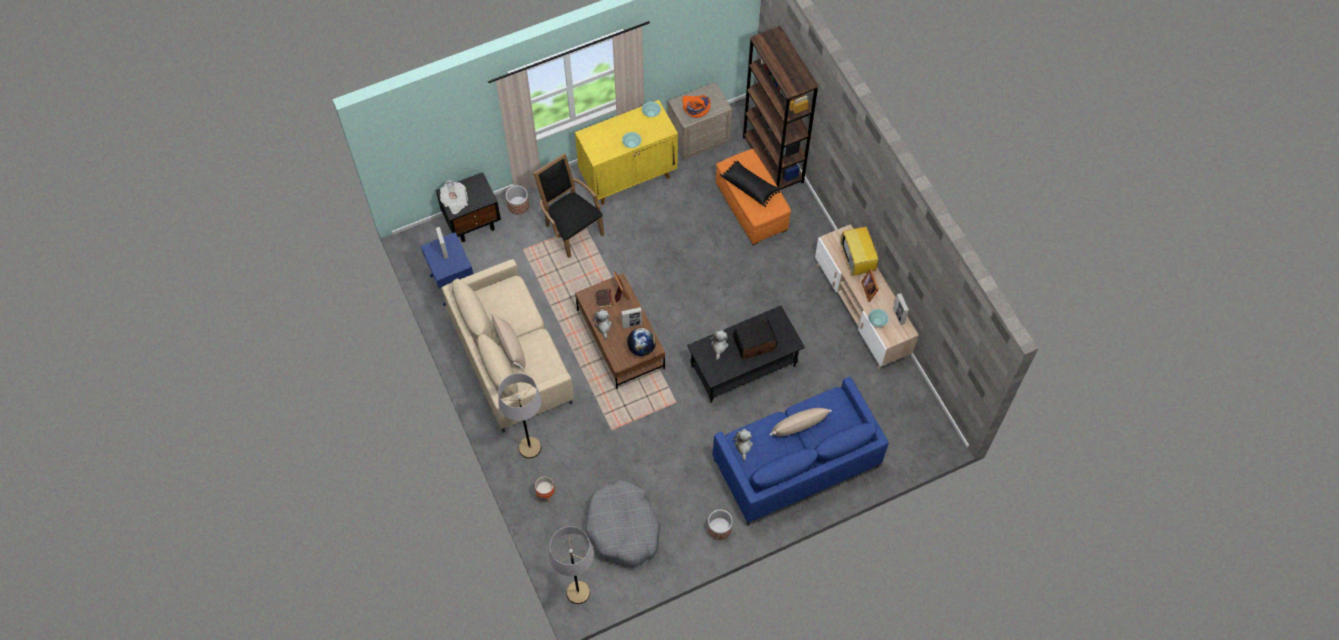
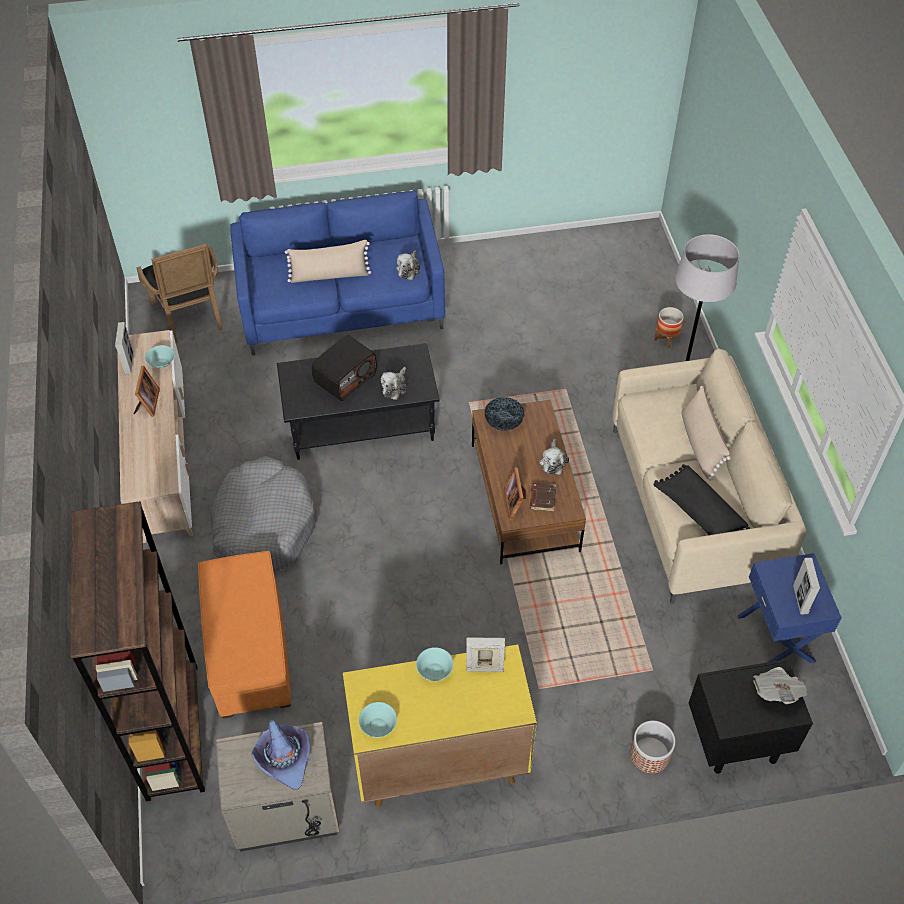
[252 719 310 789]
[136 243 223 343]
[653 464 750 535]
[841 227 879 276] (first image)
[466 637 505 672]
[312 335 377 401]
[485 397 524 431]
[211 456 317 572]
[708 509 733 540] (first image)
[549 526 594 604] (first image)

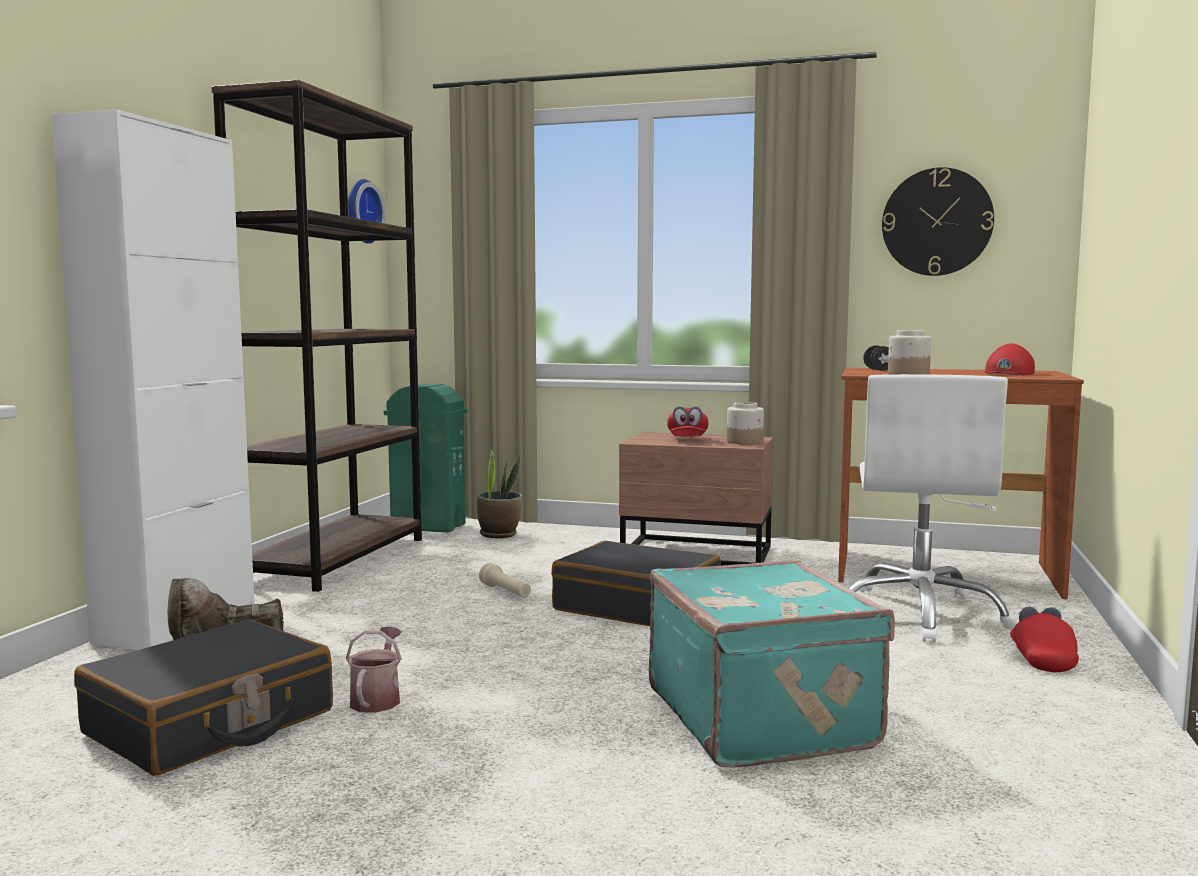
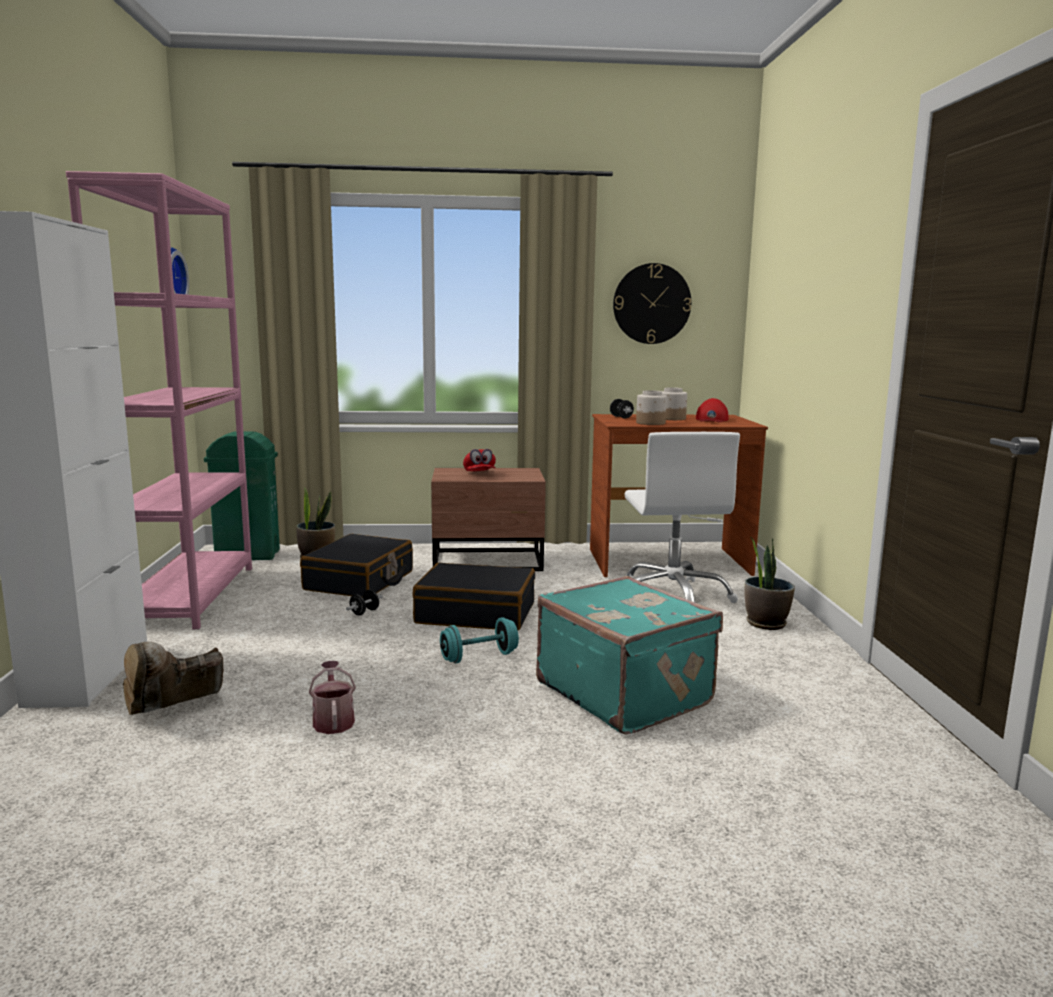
[66 171 252 629]
[662 387 687 420]
[346 589 383 615]
[744 537 795 630]
[300 534 413 597]
[440 617 519 663]

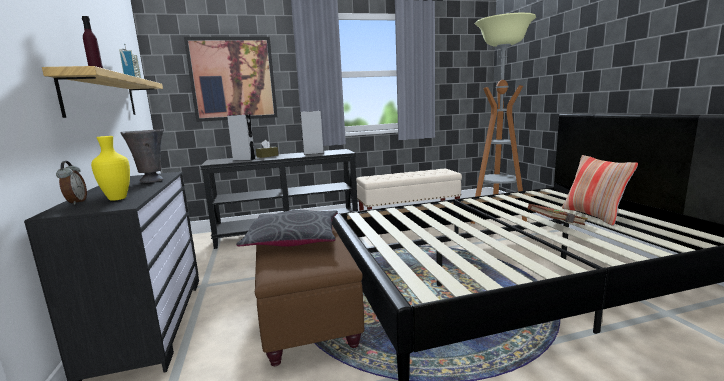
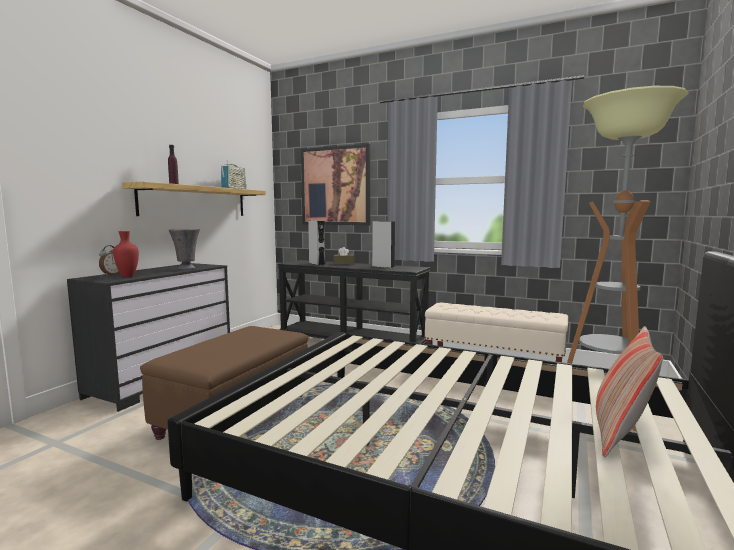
[113 231 139 277]
[528 204 588 225] (first image)
[236 210 338 247] (first image)

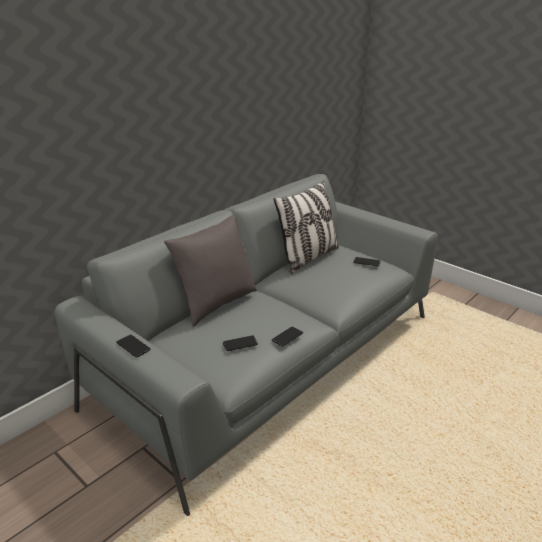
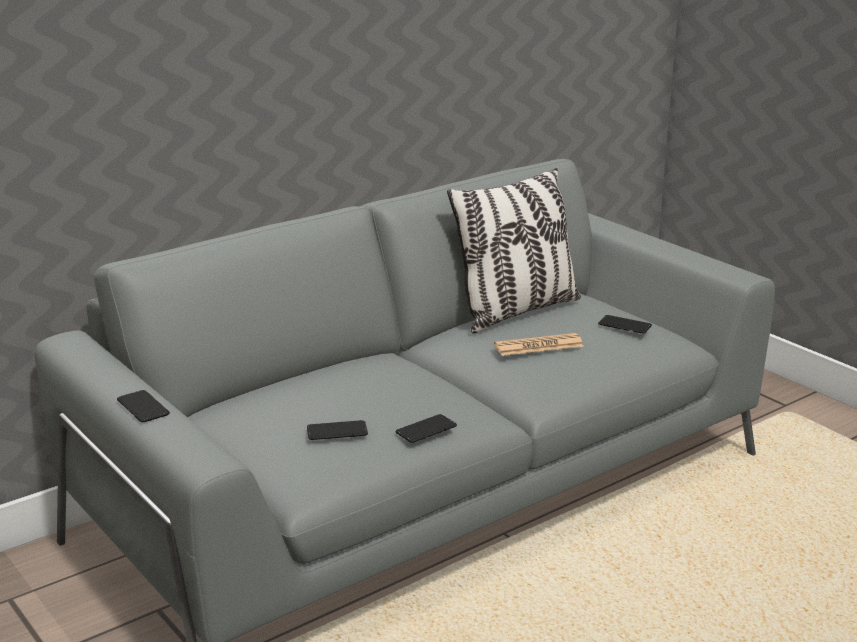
[164 215 257 327] (first image)
[494 333 584 356]

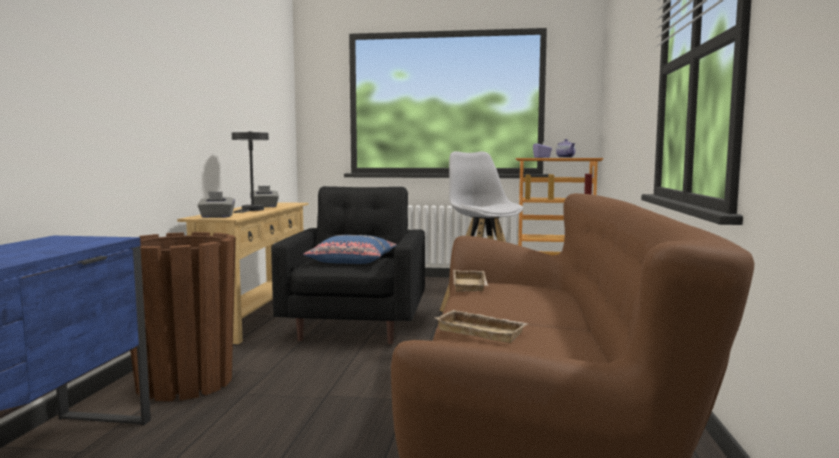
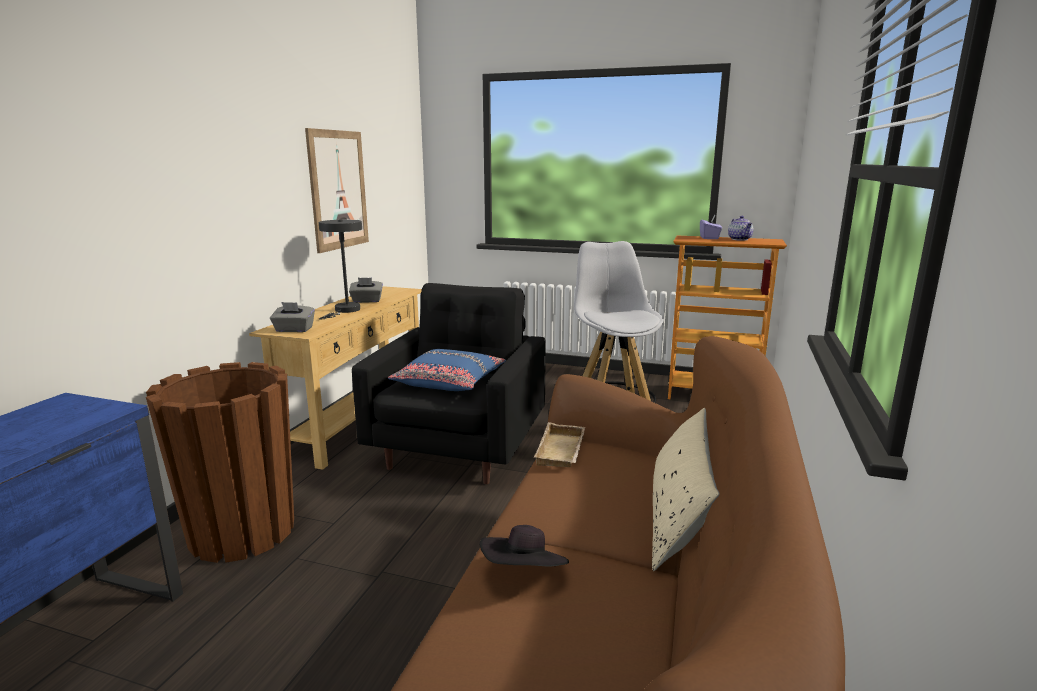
[479 525 569 567]
[305 128 369 253]
[652 408 720 571]

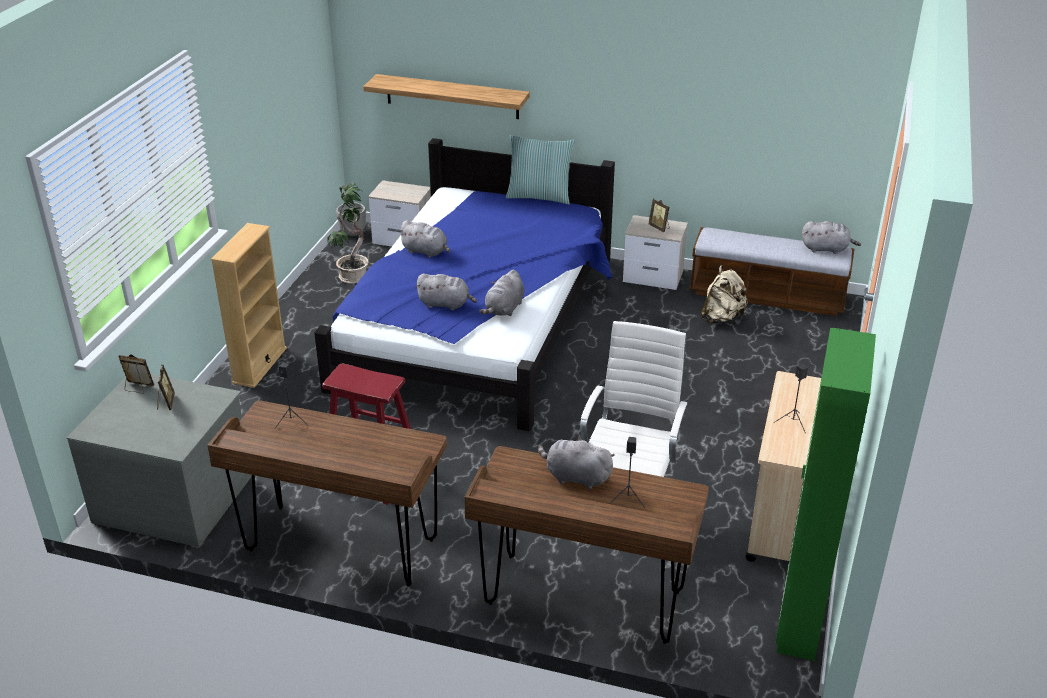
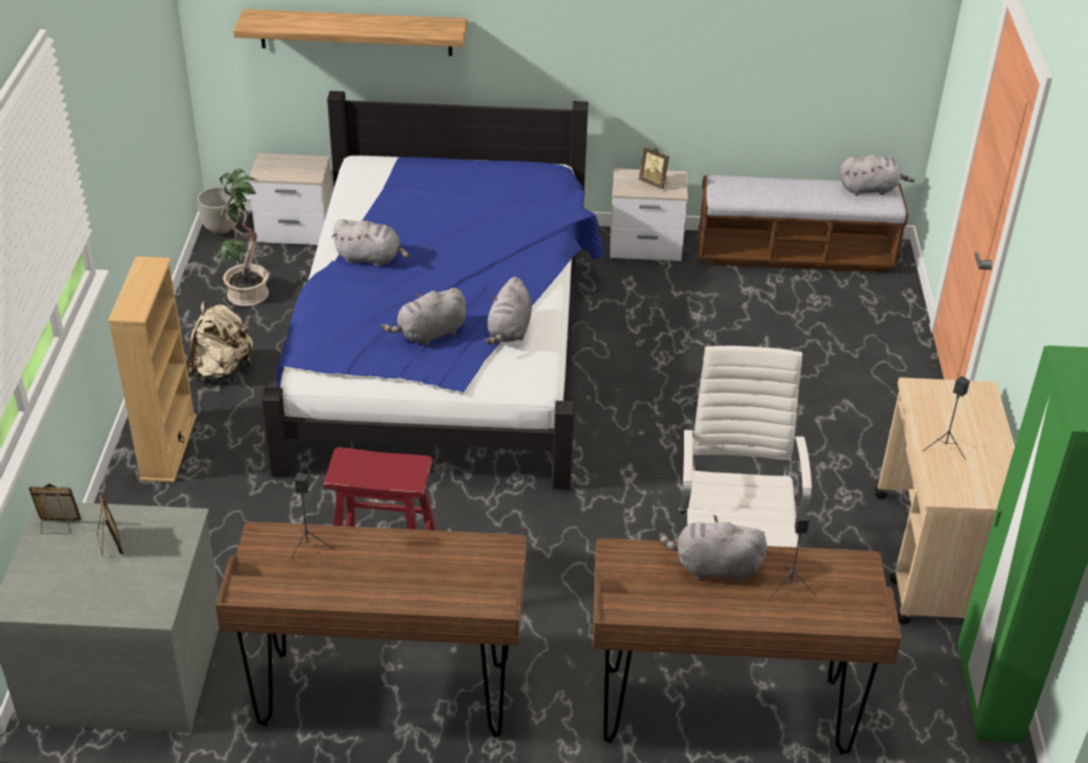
[506 135 575 205] (first image)
[187 302 253 382]
[381 288 466 346]

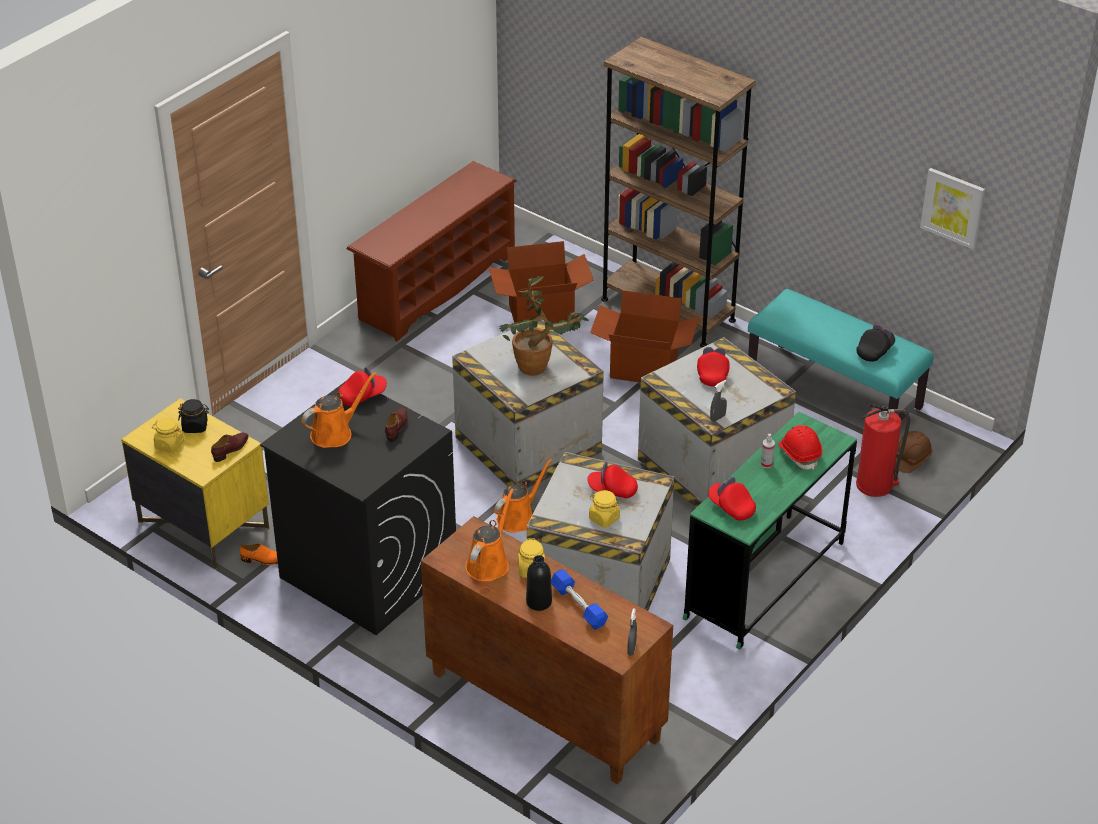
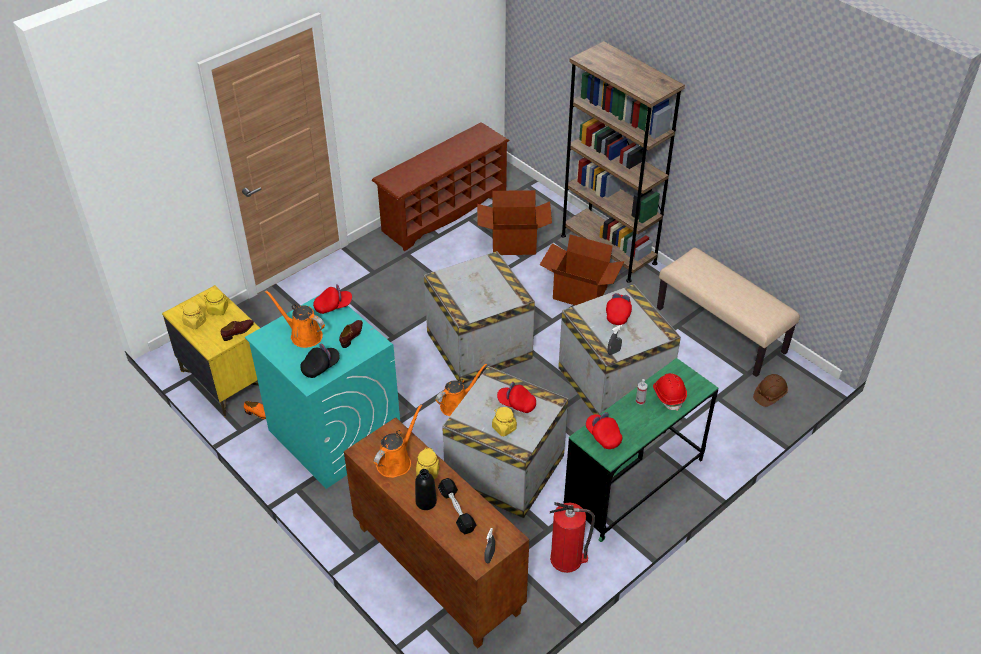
[920 168 985 249] (first image)
[499 276 589 376] (first image)
[657 247 800 377]
[300 343 340 378]
[265 290 325 348]
[245 294 400 489]
[204 290 228 315]
[550 502 595 573]
[438 478 476 534]

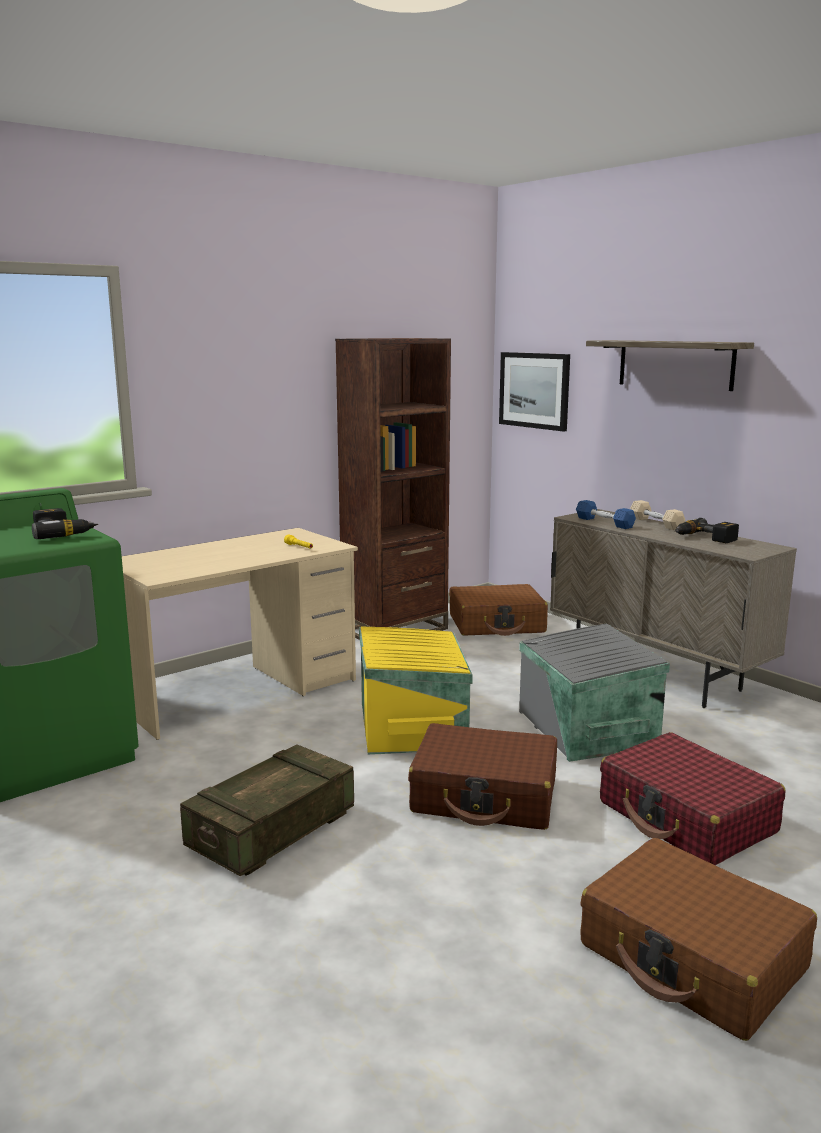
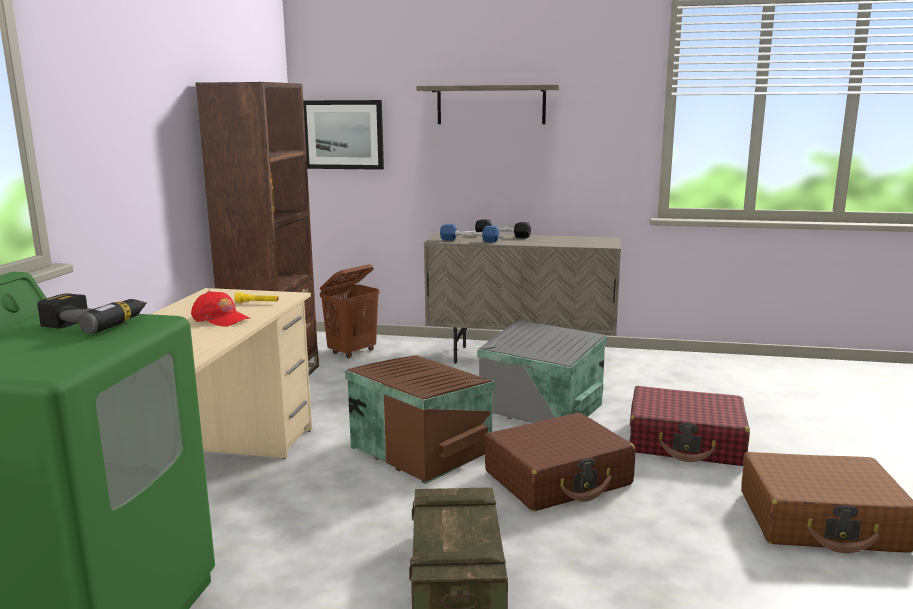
[475 219 531 239]
[675 518 739 543] (first image)
[320 264 380 358]
[345 355 495 484]
[191 291 250 327]

